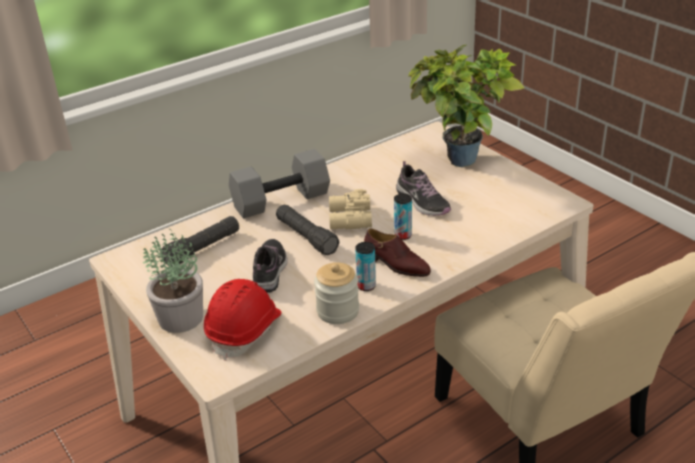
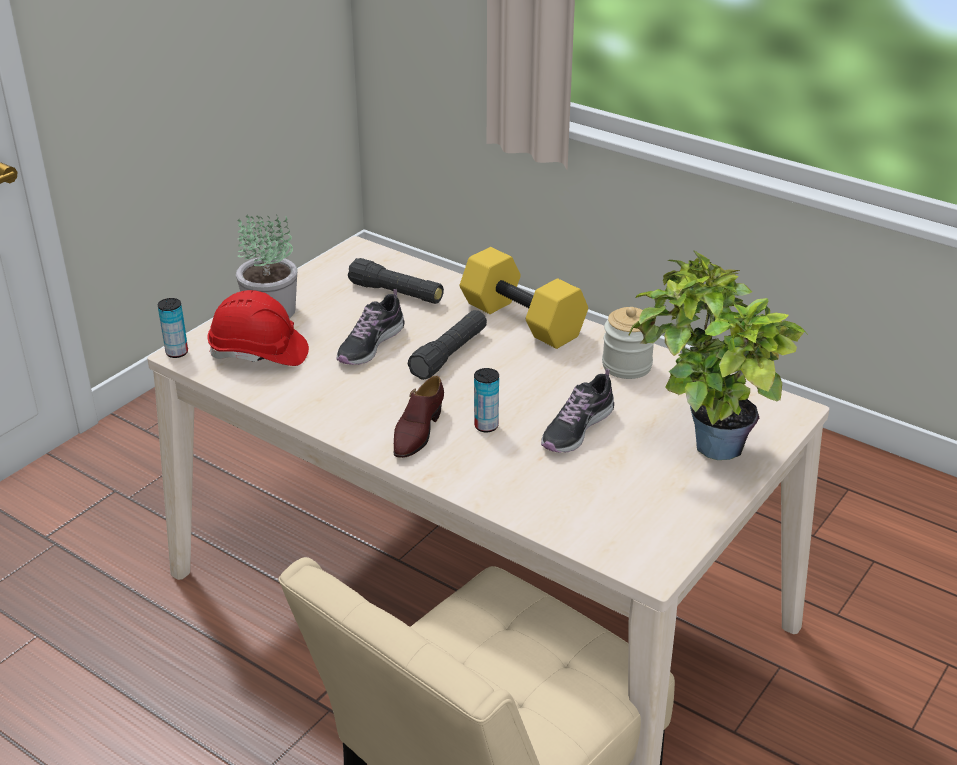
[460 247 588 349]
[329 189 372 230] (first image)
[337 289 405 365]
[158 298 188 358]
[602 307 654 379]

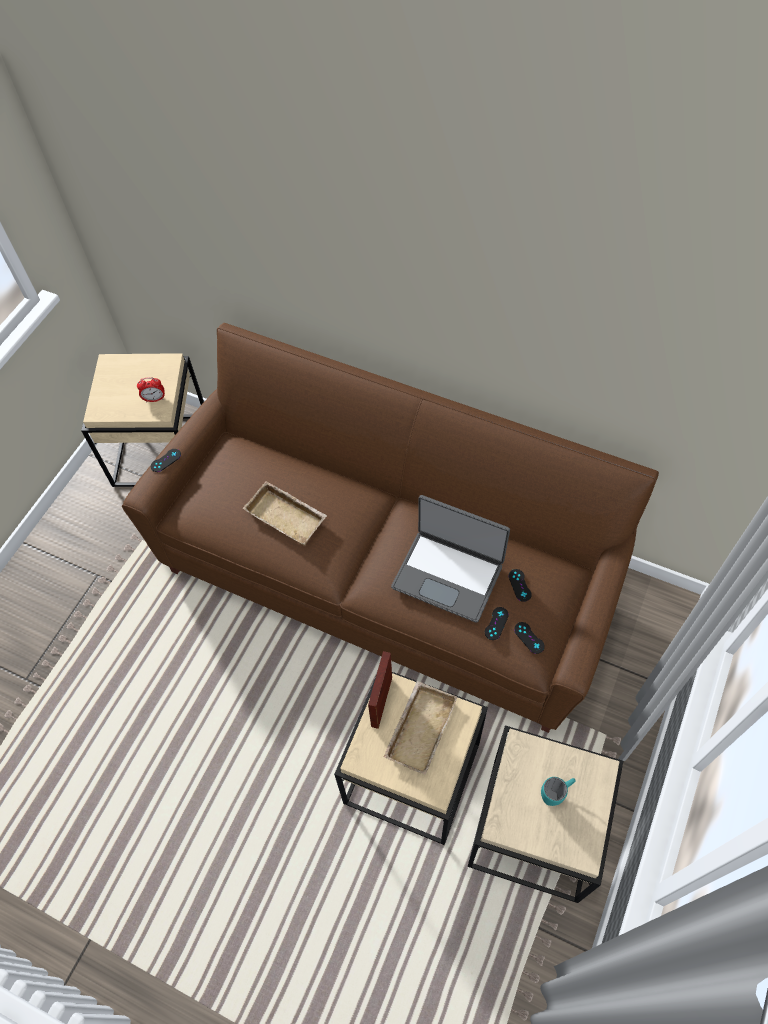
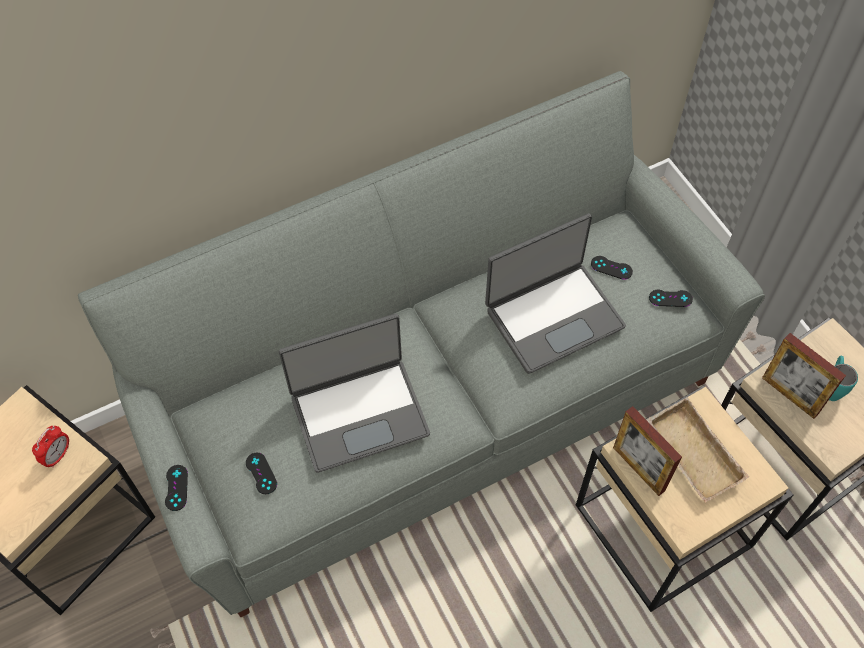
[78 71 765 617]
[279 313 430 473]
[246 453 277 494]
[762 333 846 419]

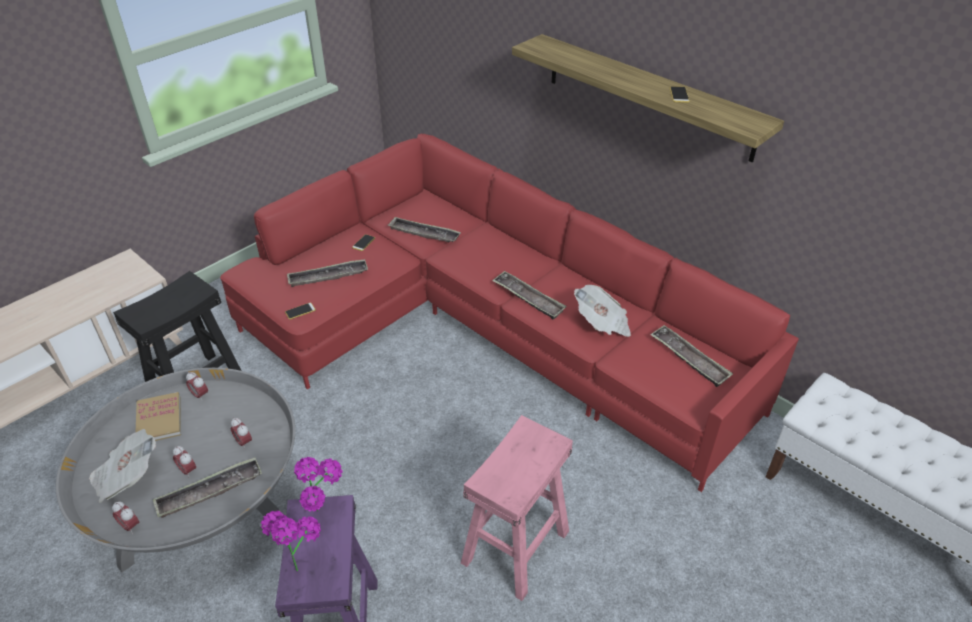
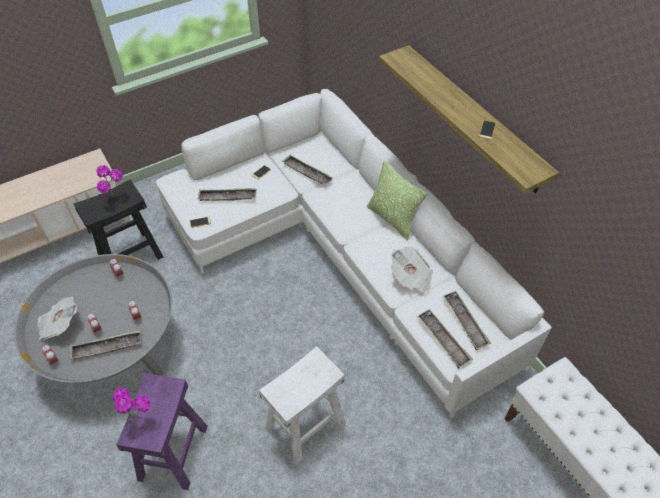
[156 89 552 419]
[417 309 473 368]
[136 392 181 441] (first image)
[259 346 346 466]
[96 165 123 197]
[367 161 427 241]

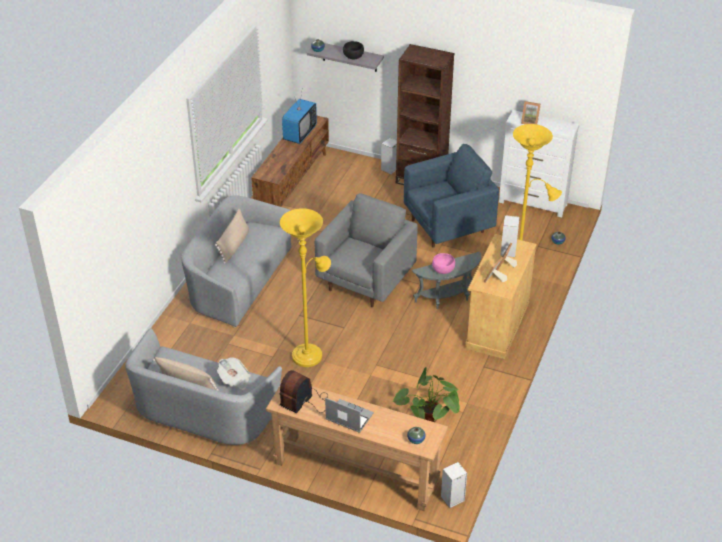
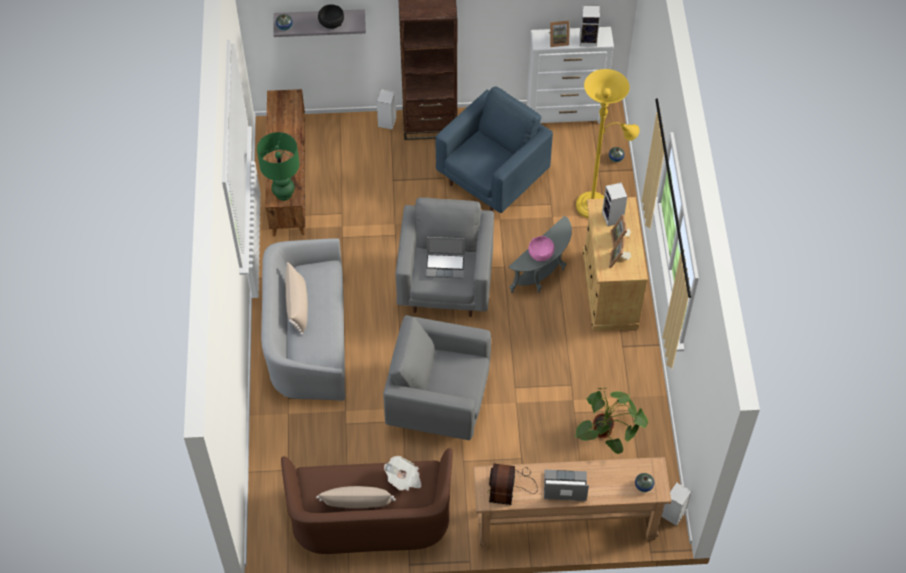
[282 92 317 144] (first image)
[383 315 491 440]
[281 448 453 554]
[580 5 600 47]
[257 132 299 201]
[425 237 465 279]

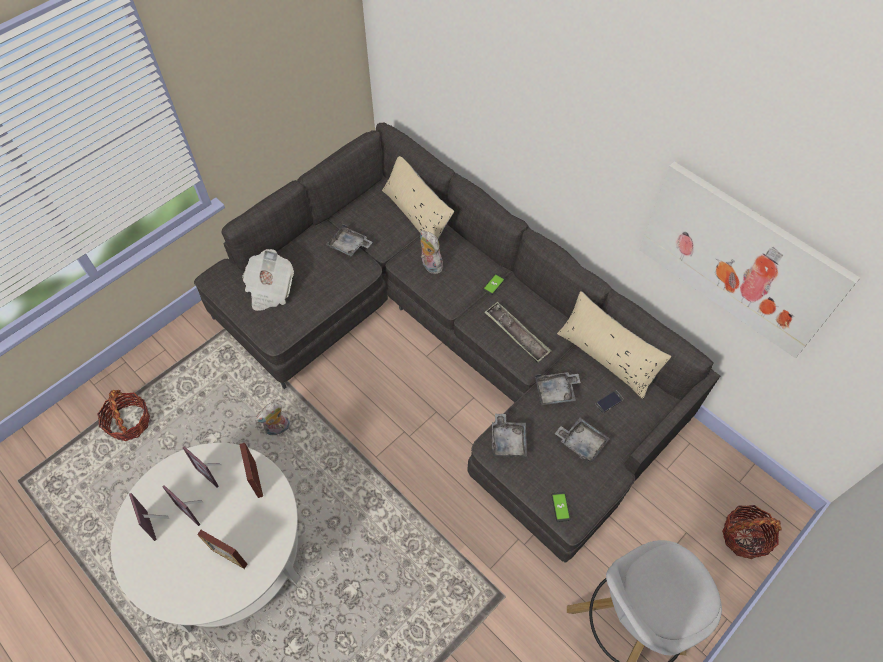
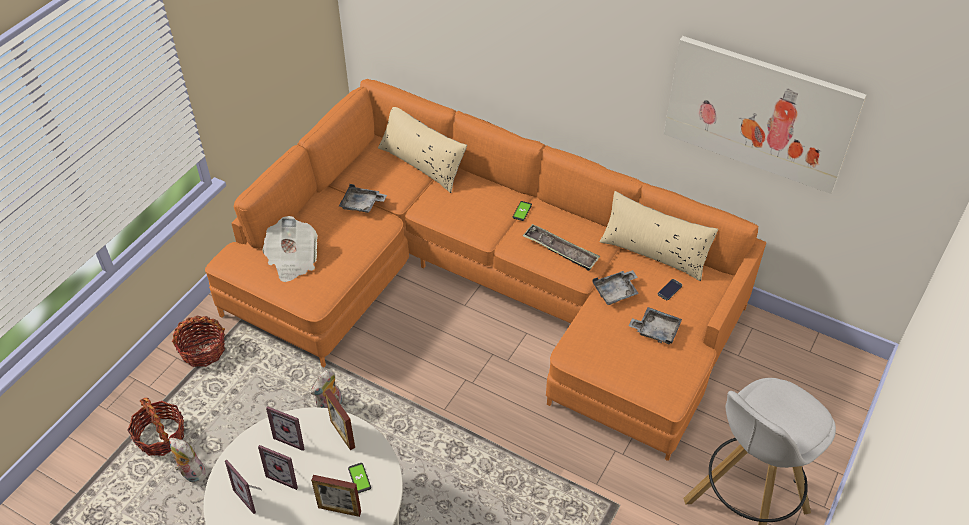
[205 79 766 461]
[169 438 207 483]
[492 414 527 457] (first image)
[348 463 371 493]
[172 316 225 367]

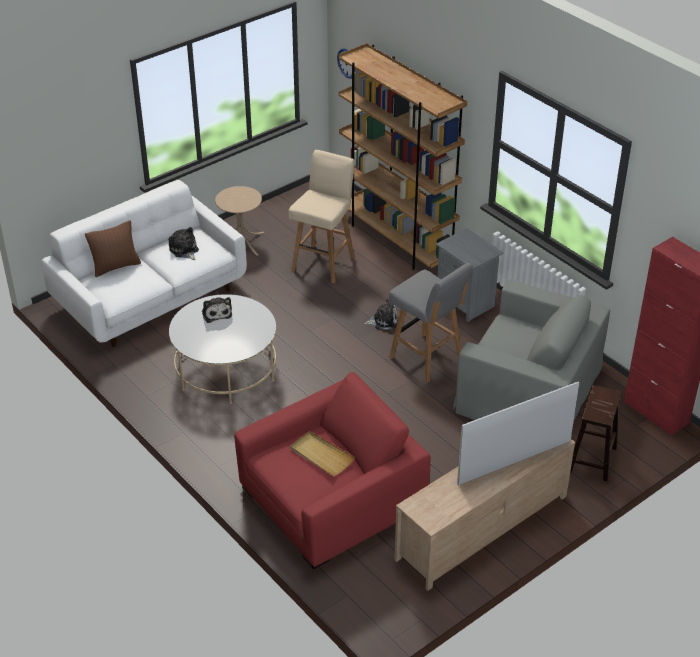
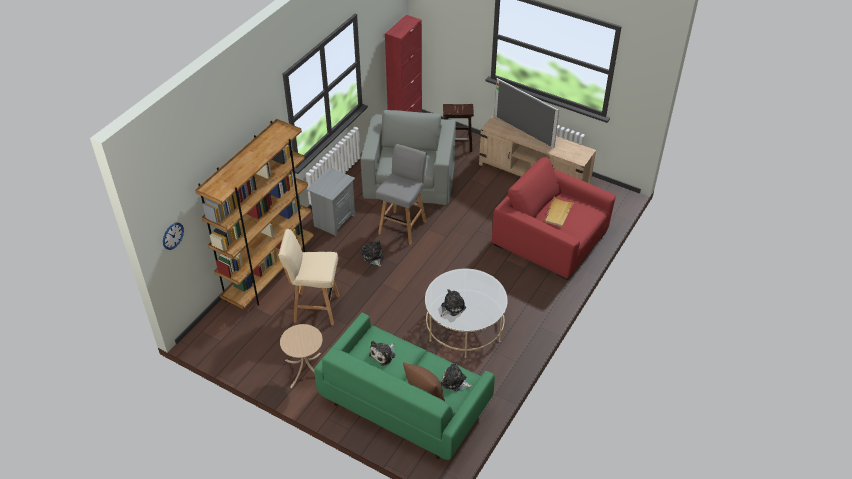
[314 313 495 460]
[441 361 473 392]

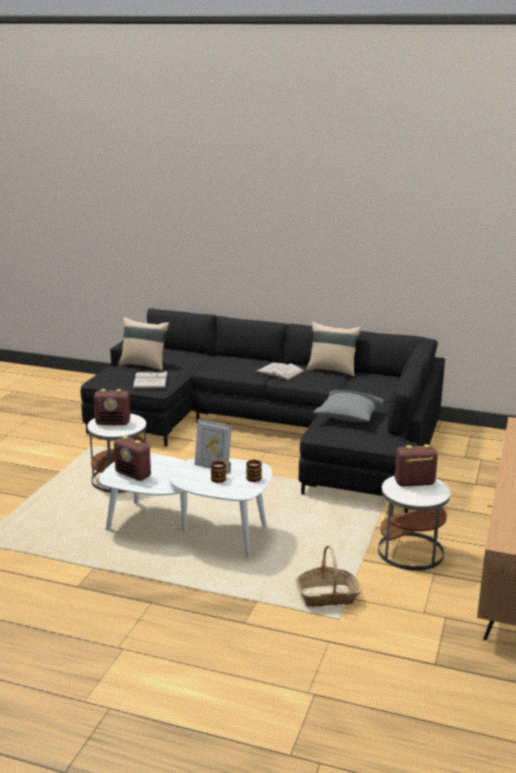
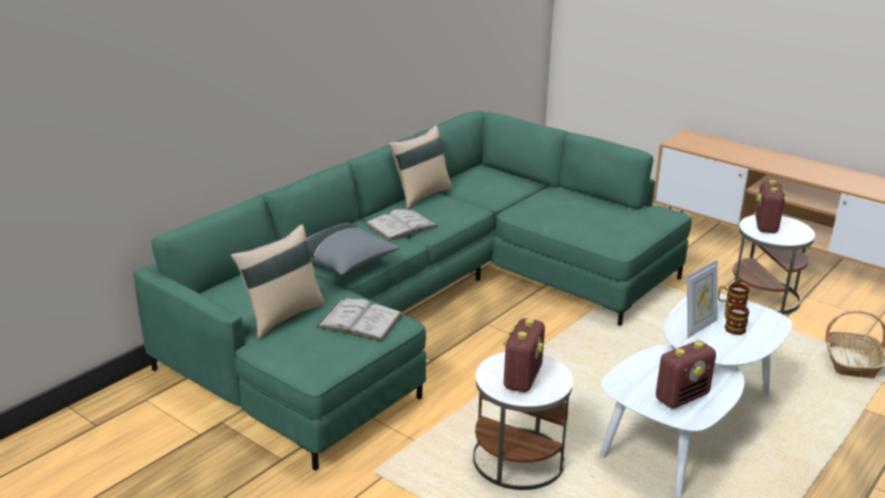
[134 111 692 471]
[306 223 400 276]

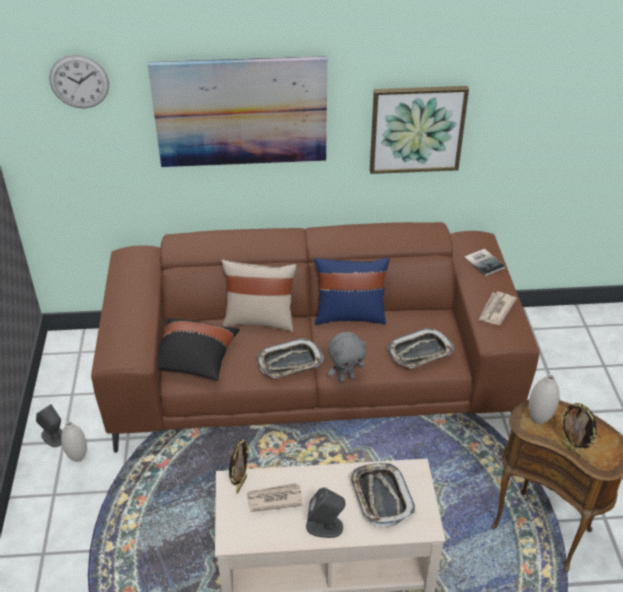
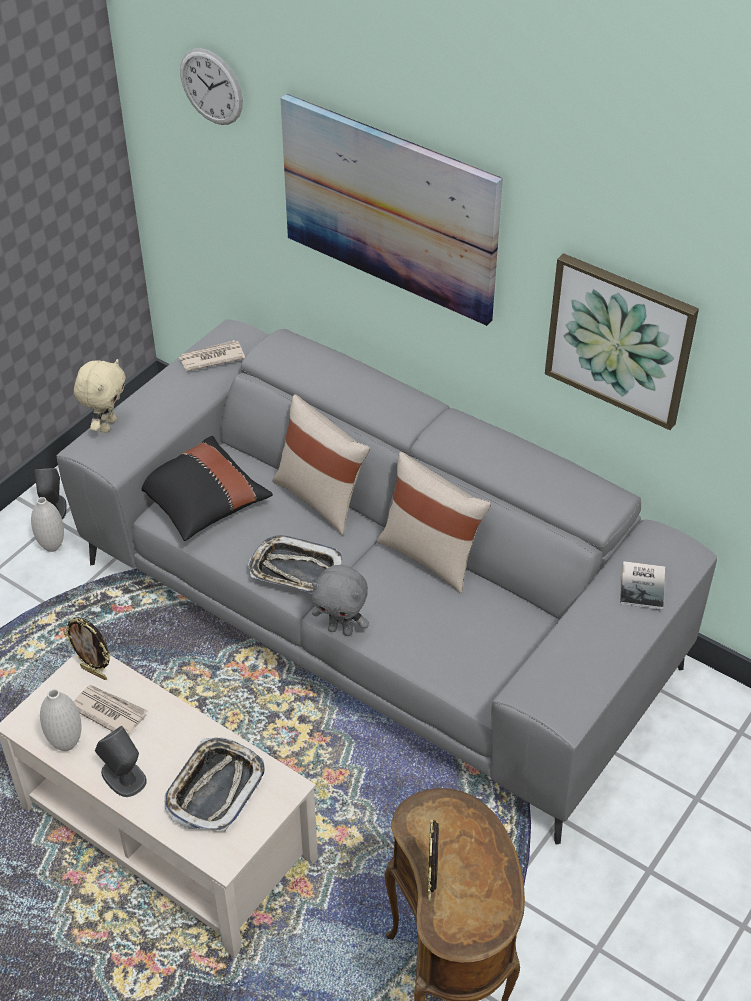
[57 319 717 844]
[377 452 491 594]
[179 340 245 372]
[387 328 454 369] (first image)
[40 689 81 751]
[64 617 110 680]
[74 359 126 433]

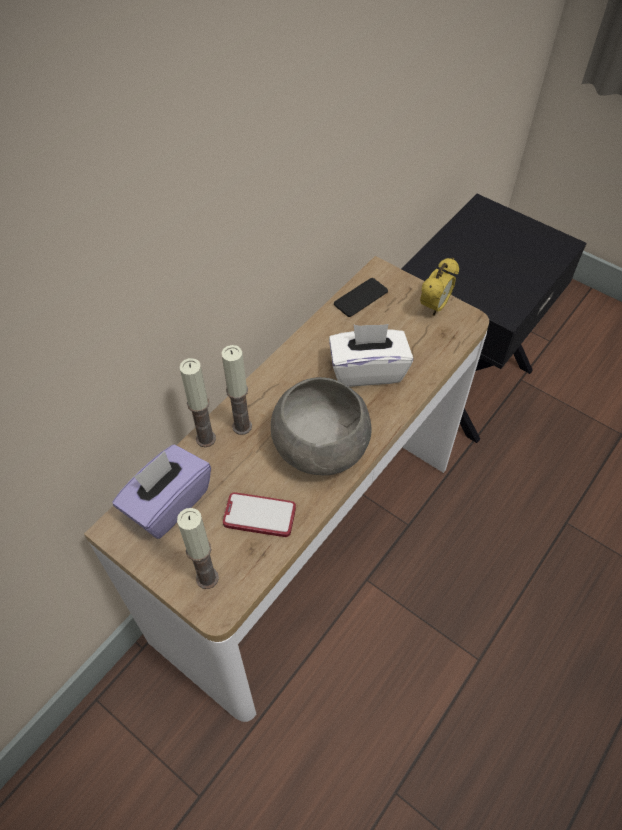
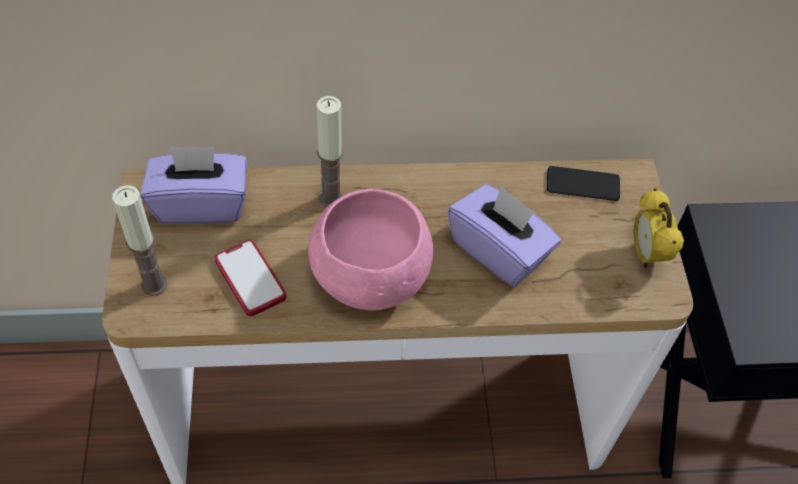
[633 188 684 268]
[448 184 561 287]
[179 358 216 447] (first image)
[308 189 433 311]

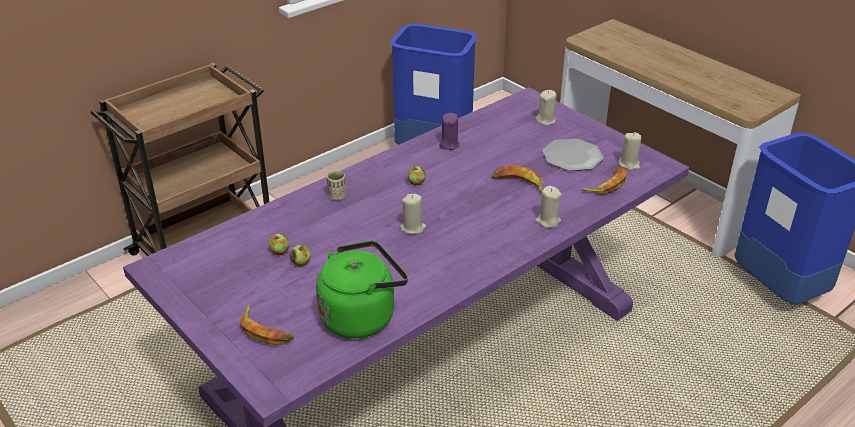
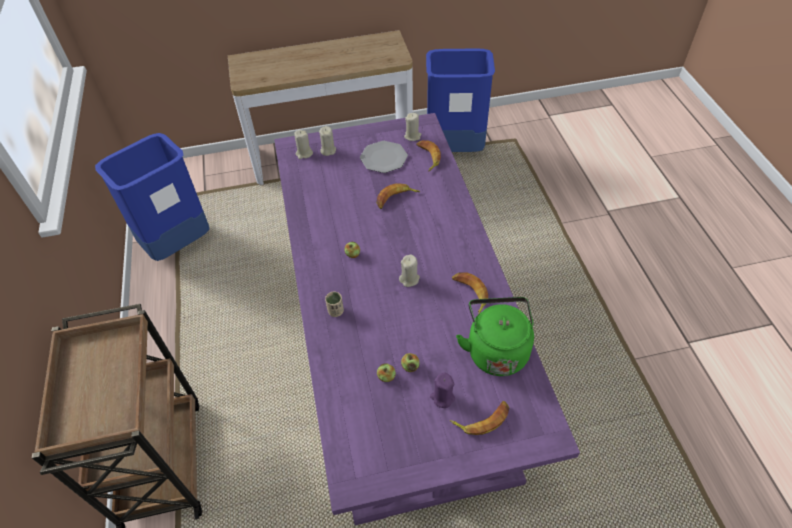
[430 373 455 408]
[294 130 313 159]
[452 272 488 315]

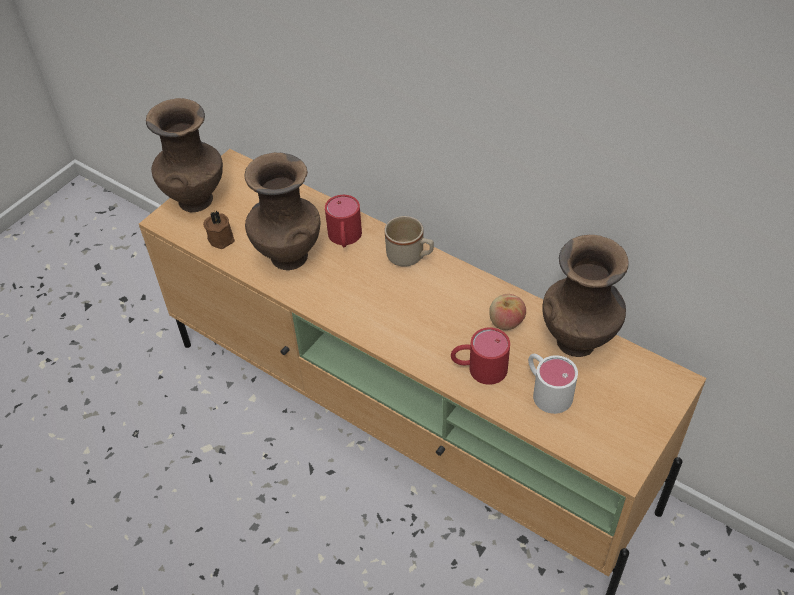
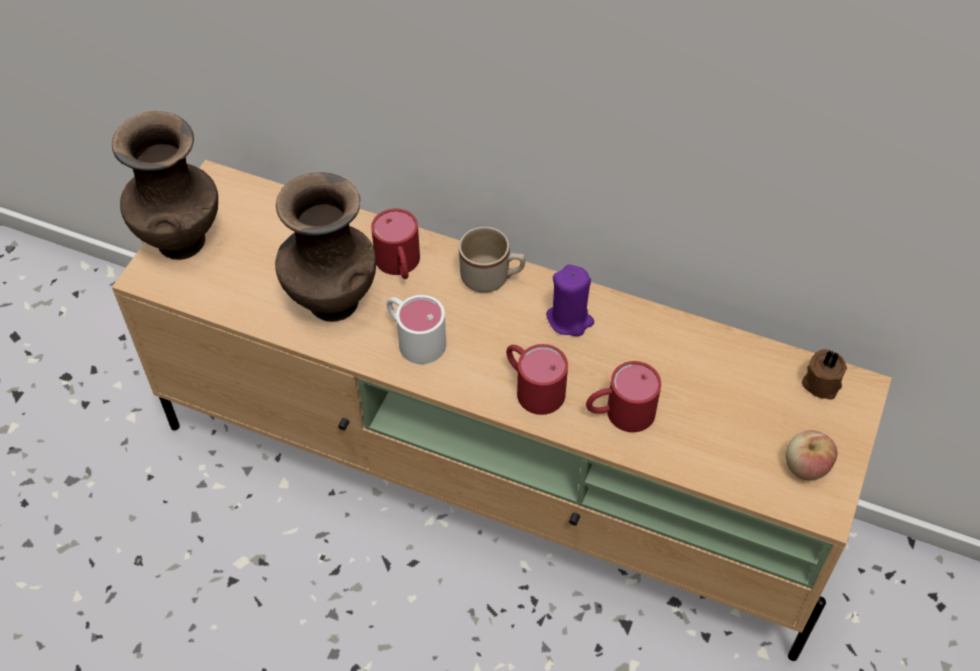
[802 349 847 399]
[542 235 628 357] (first image)
[786 430 837 481]
[387 295 446 364]
[546 265 594 336]
[506 344 568 415]

